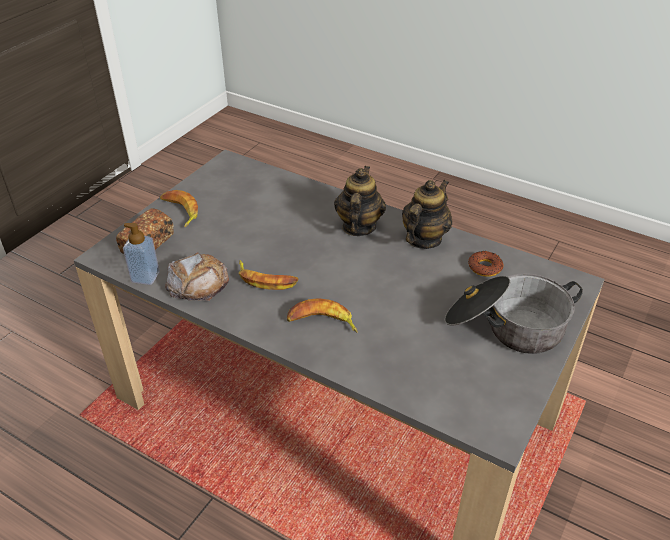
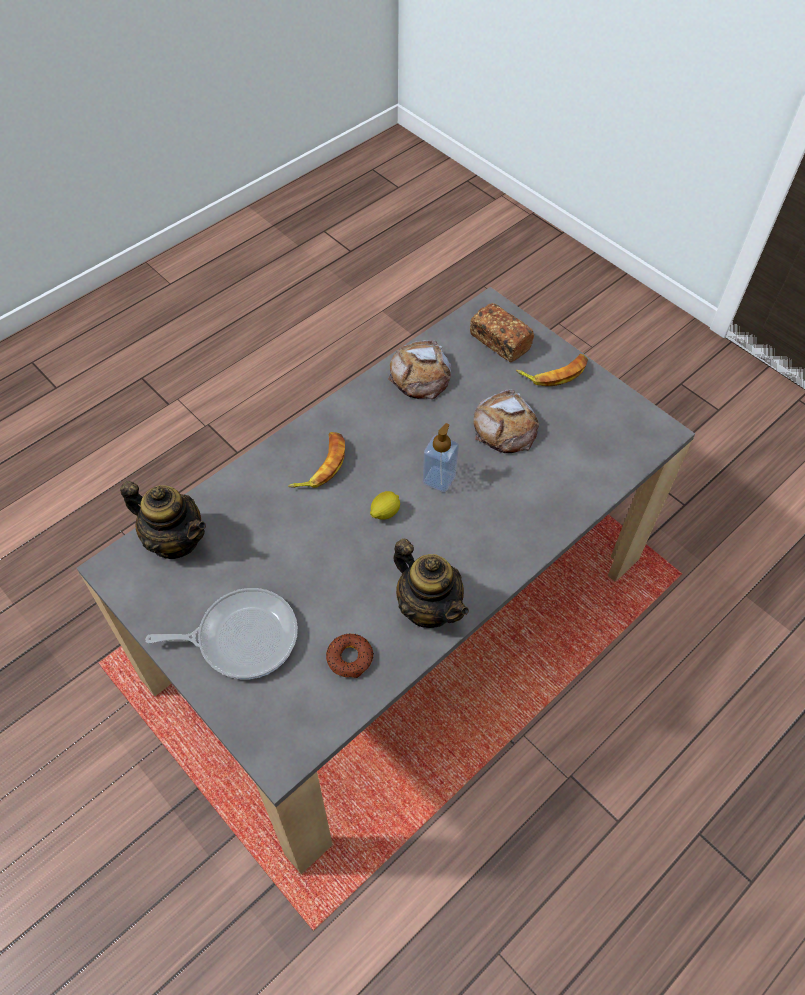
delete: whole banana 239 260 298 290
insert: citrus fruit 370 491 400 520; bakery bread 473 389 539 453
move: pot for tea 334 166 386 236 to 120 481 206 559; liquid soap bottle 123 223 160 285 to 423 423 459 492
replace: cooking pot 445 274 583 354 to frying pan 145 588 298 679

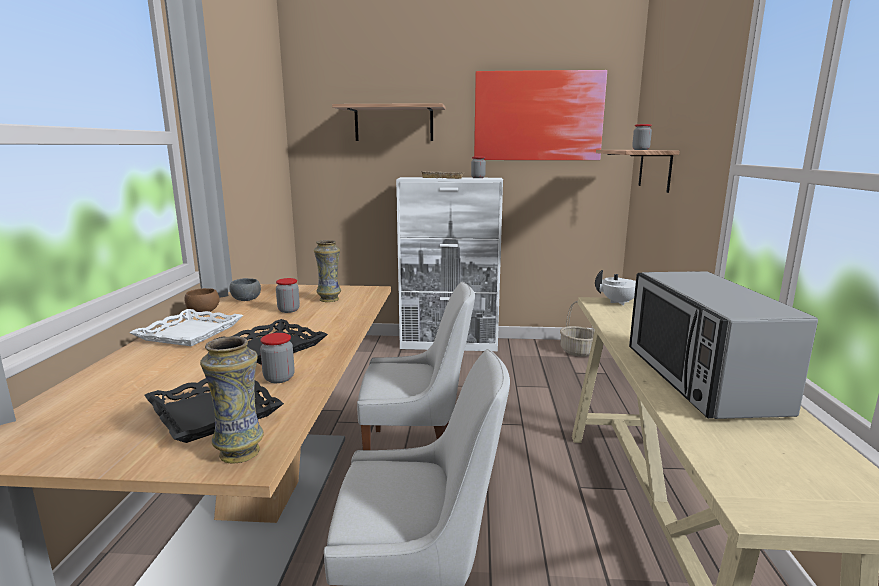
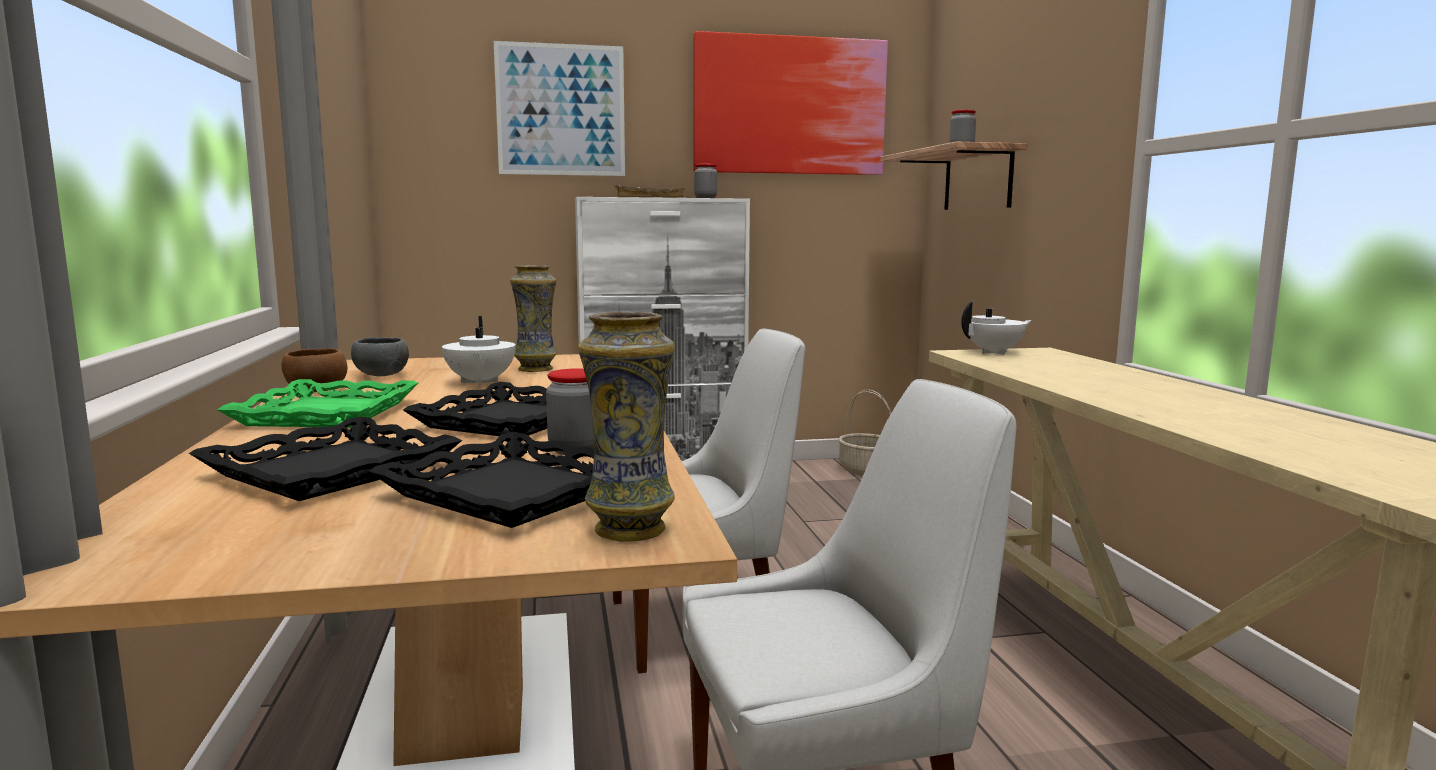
delete: kitchen microwave 629 271 818 419
insert: blackish serving tray 189 416 462 501
replace: preserve jar 276 278 300 313 to whitish pot for tea 442 316 516 386; wall shelf 332 103 445 141 to picture 494 41 625 176
recolor: whitish serving tray 129 309 243 346 to greenish serving tray 217 379 418 428

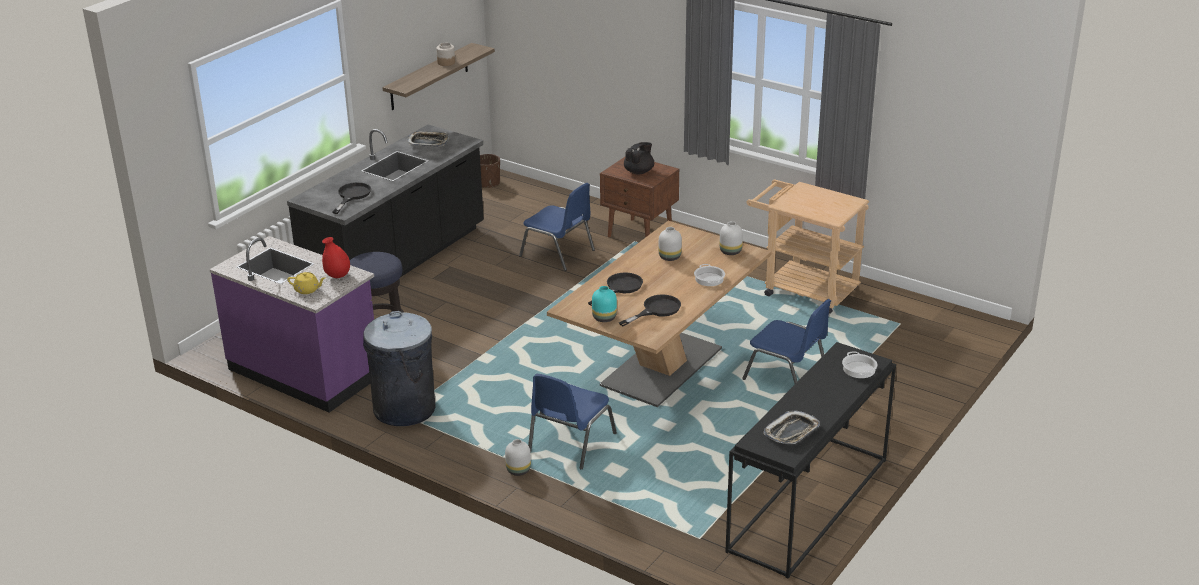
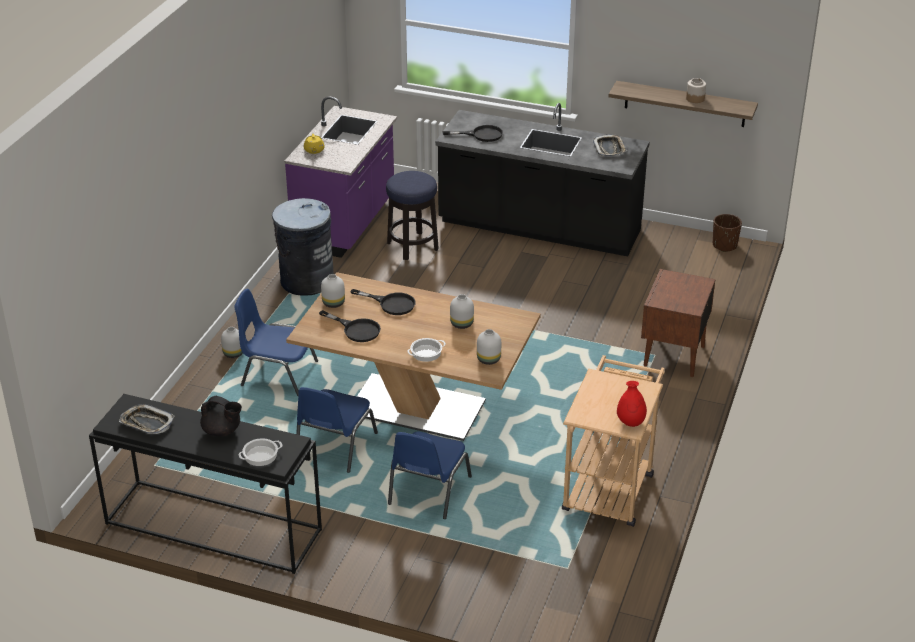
move: blackish pot for tea 624 142 654 175 to 200 396 242 437; bluish chair 519 183 595 271 to 296 387 378 473; red-coloured decorative vase 322 237 350 278 to 617 381 647 427
recolor: turquoise-coloured decorative vase 592 286 617 322 to whitish decorative vase 321 274 345 308

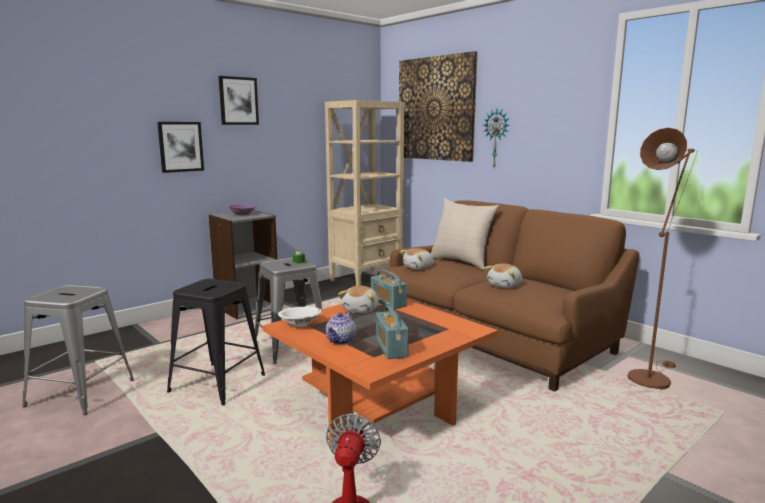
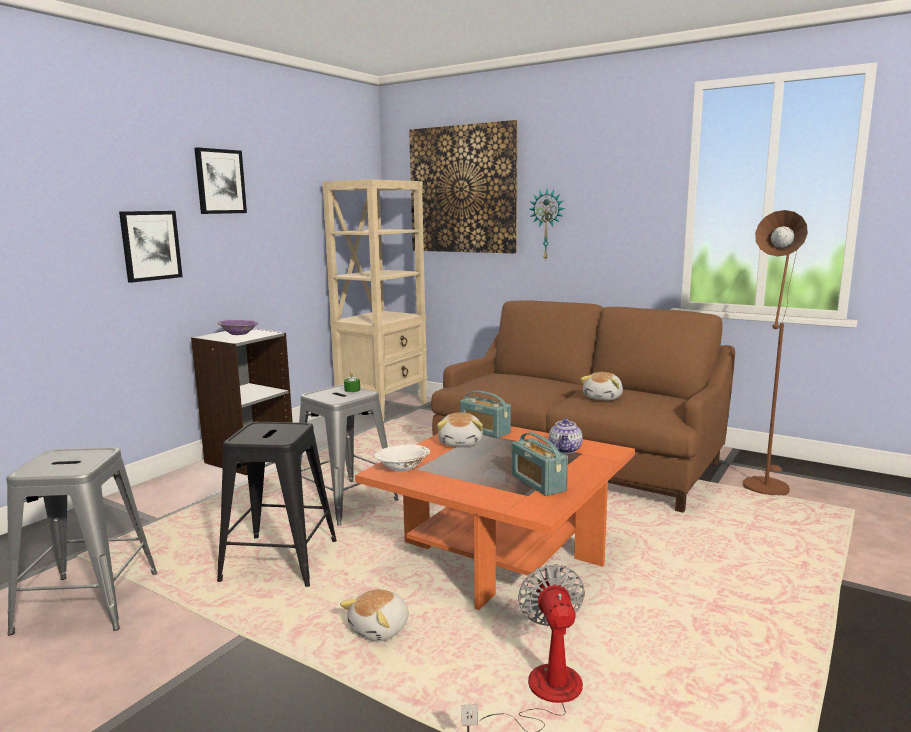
delete: sand-coloured pillow 431 198 499 270
move: soft toy 400 248 434 270 to 340 589 409 642; pot for tea 326 312 356 345 to 549 418 583 454

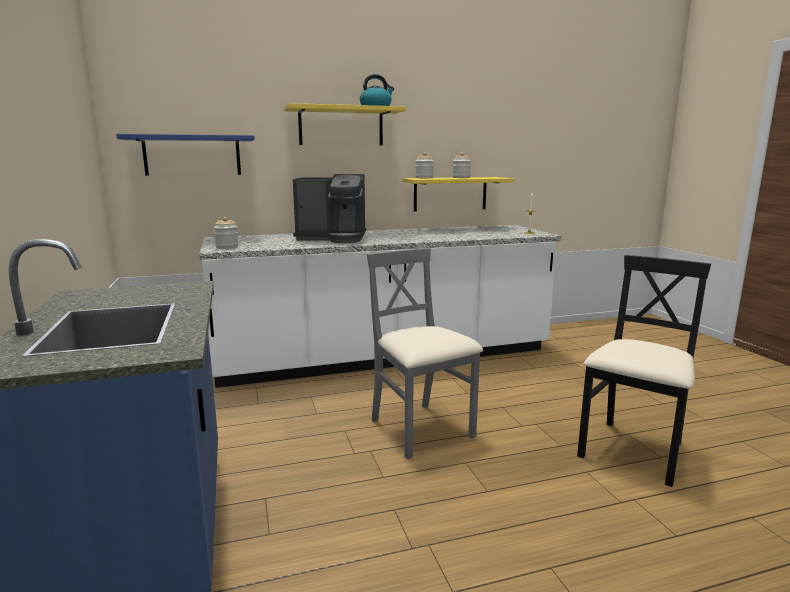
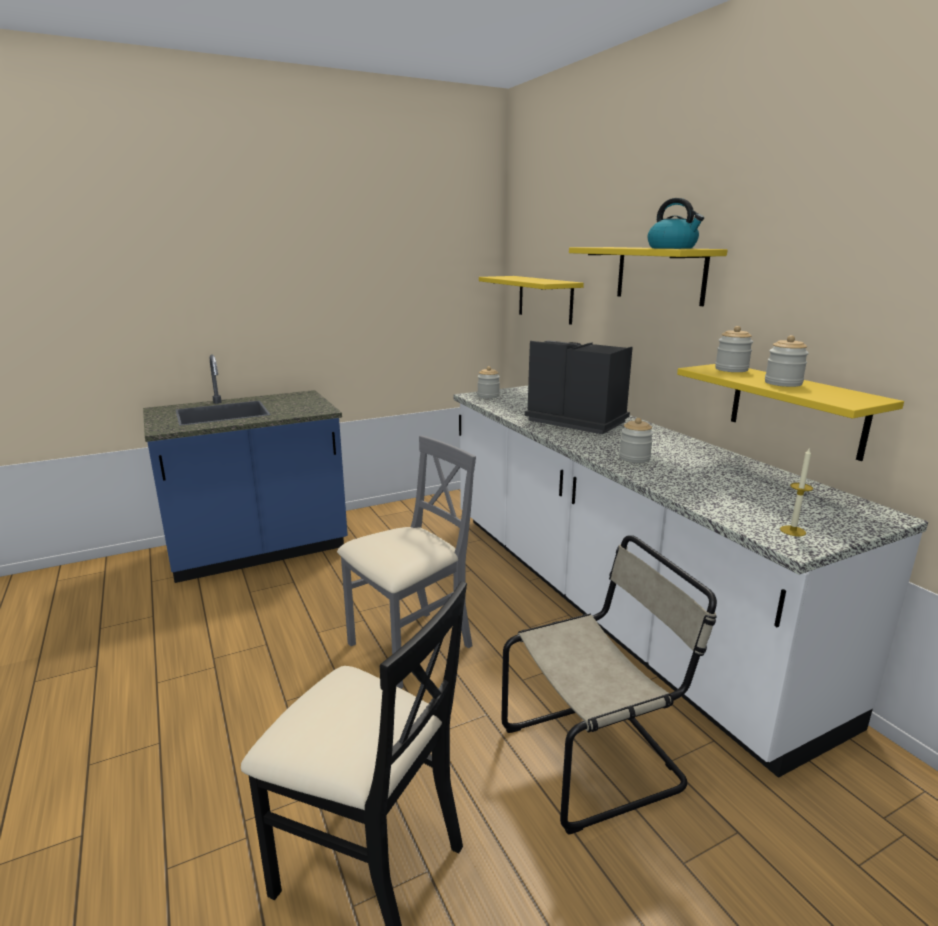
insert: sand-coloured chair 501 535 717 835; preserve jar 619 418 653 463
recolor: bluish wall shelf 116 134 255 176 to yellowish wall shelf 479 276 584 325
rotate: coffee maker 293 174 366 243 = 525 341 633 434 135 degrees clockwise

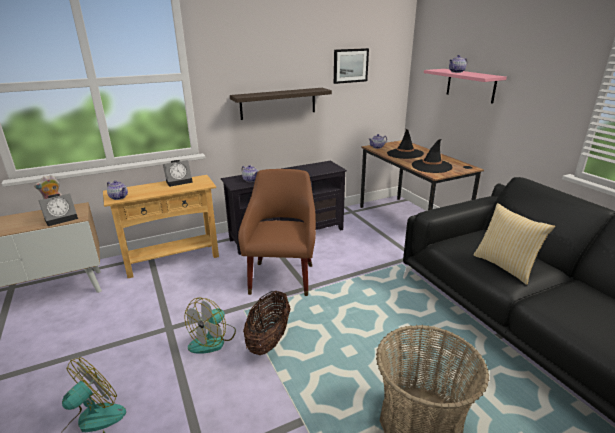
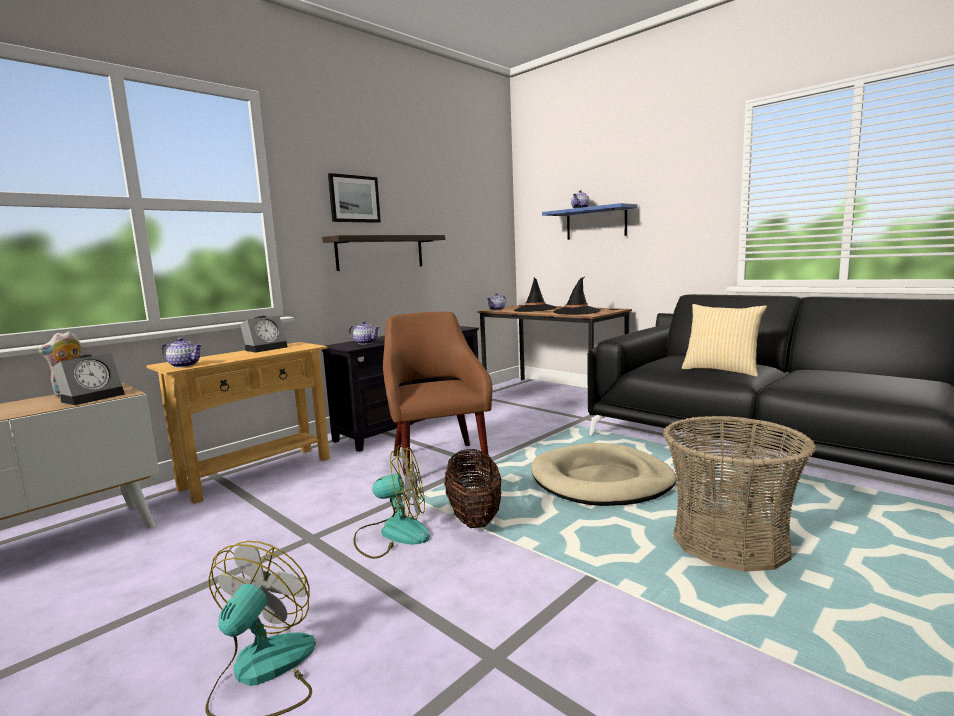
insert: sand-coloured pet bed 531 443 676 506
move: picture 334 48 369 84 to 328 173 381 223
recolor: pink wall shelf 424 69 507 104 to bluish wall shelf 542 203 638 240
rotate: fan 184 298 236 354 = 354 445 430 559 105 degrees counterclockwise

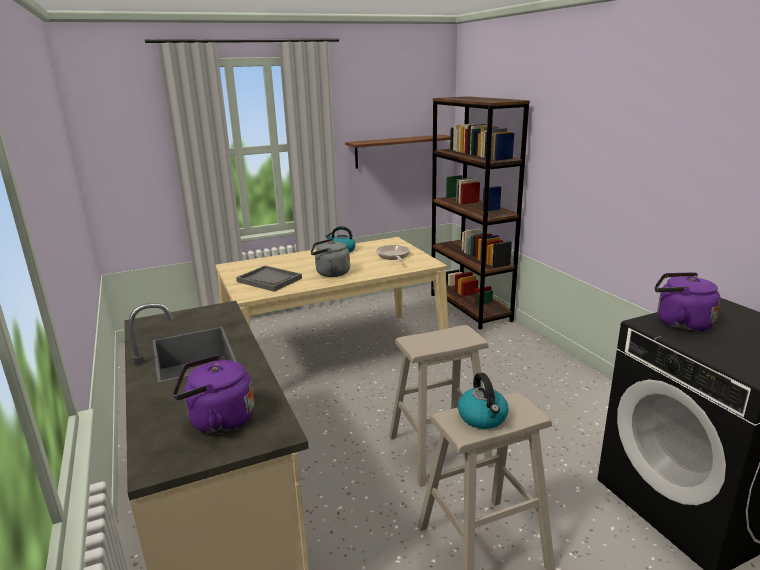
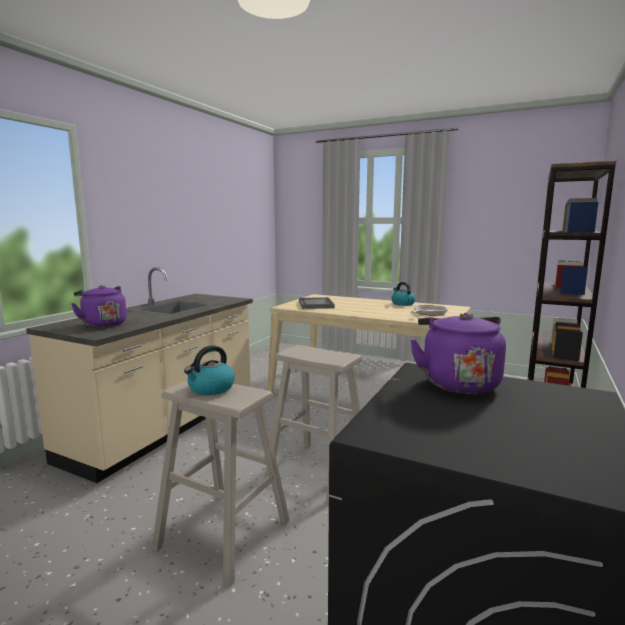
delete: greyish kettle 311 239 350 277; wall shelf 345 135 450 169

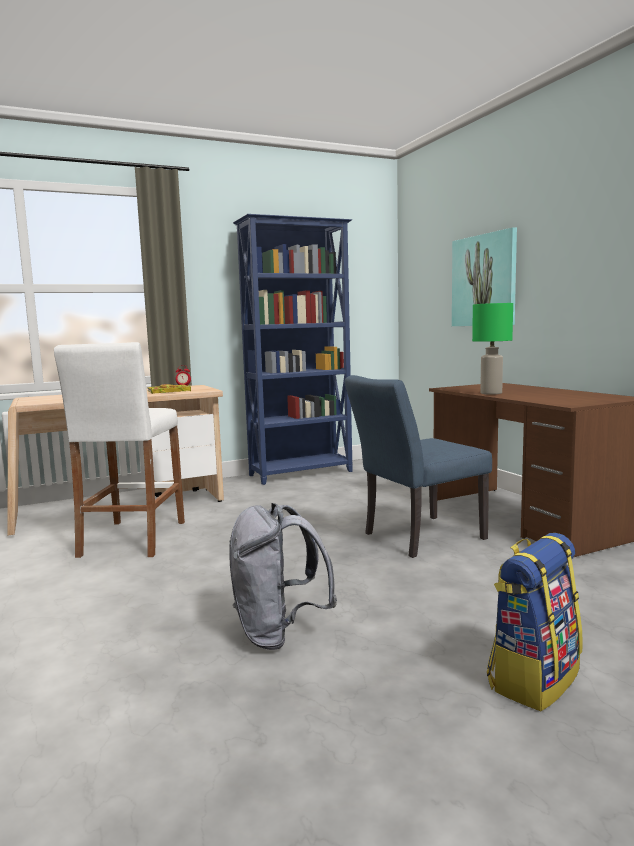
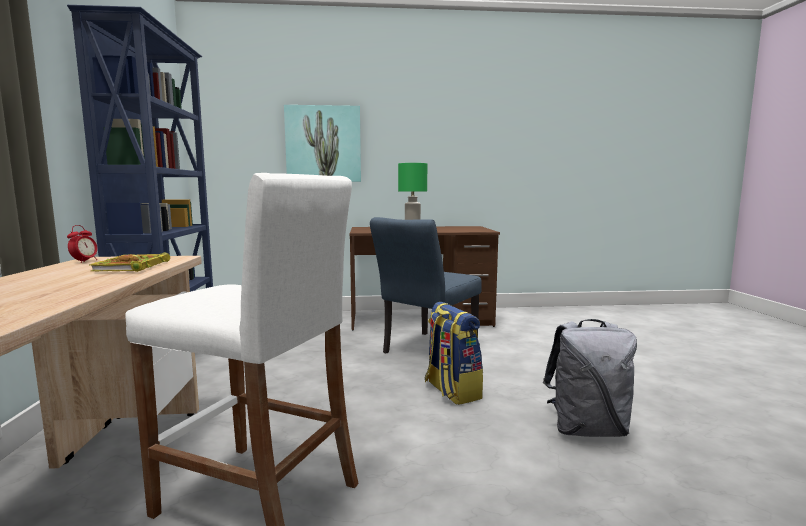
move: rucksack 487 533 583 711 to 425 302 483 405
rotate: bluish chair 345 375 492 558 = 370 217 482 354 45 degrees clockwise

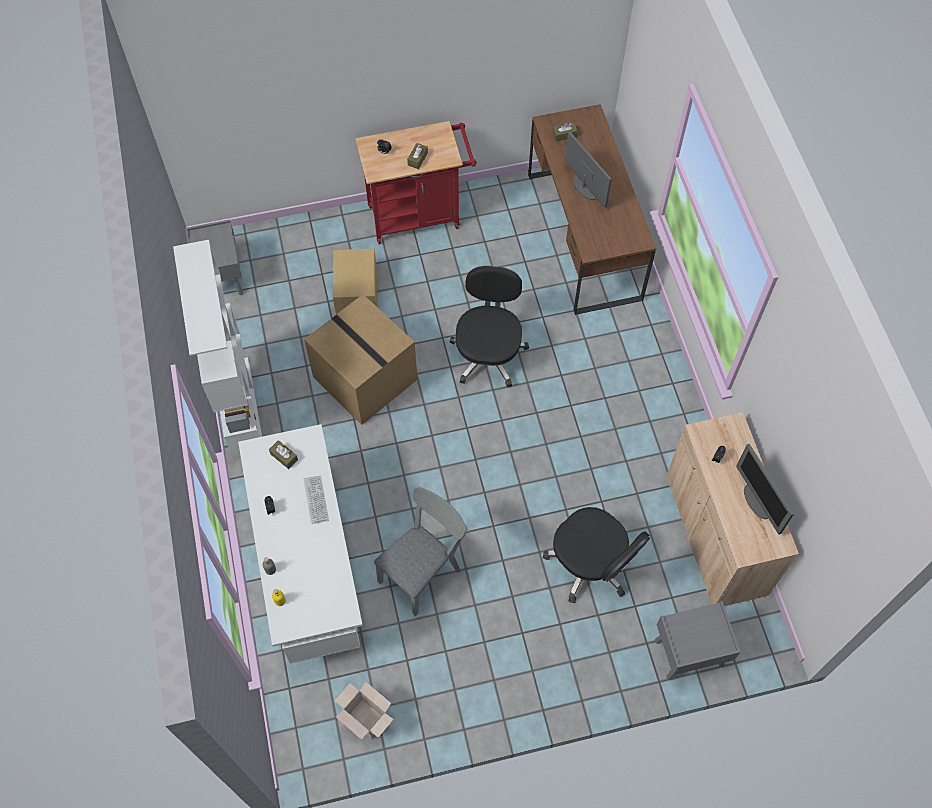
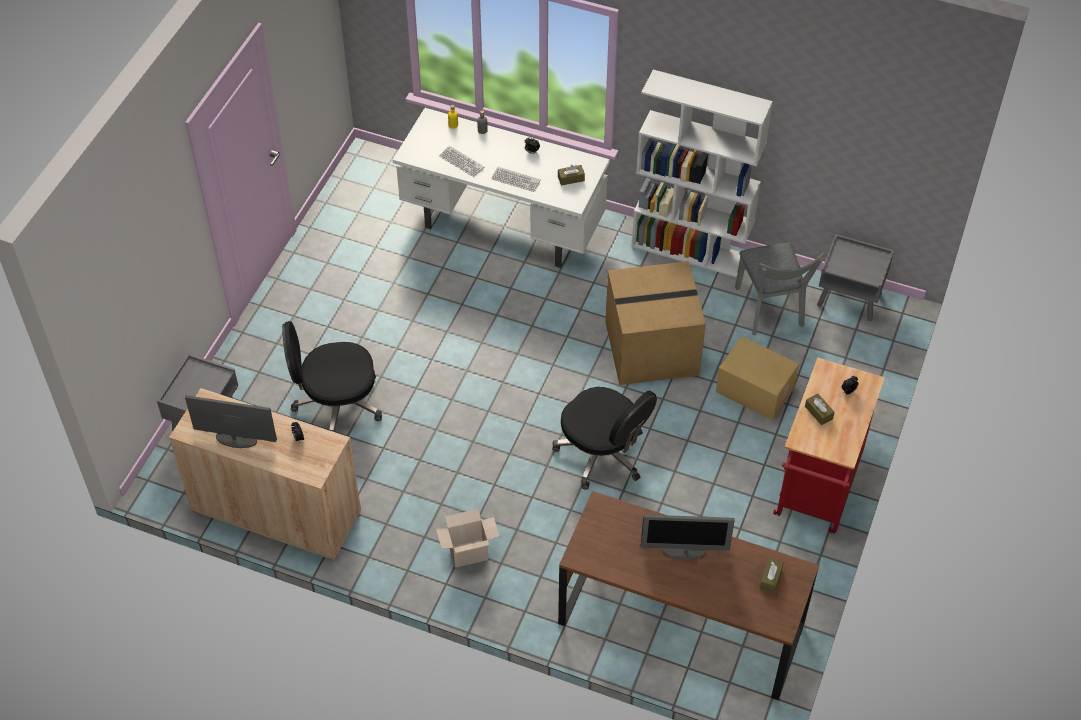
insert: keyboard 439 146 484 177
move: carton 335 682 394 739 to 436 509 500 568; greyish chair 374 486 467 616 to 735 243 825 335

